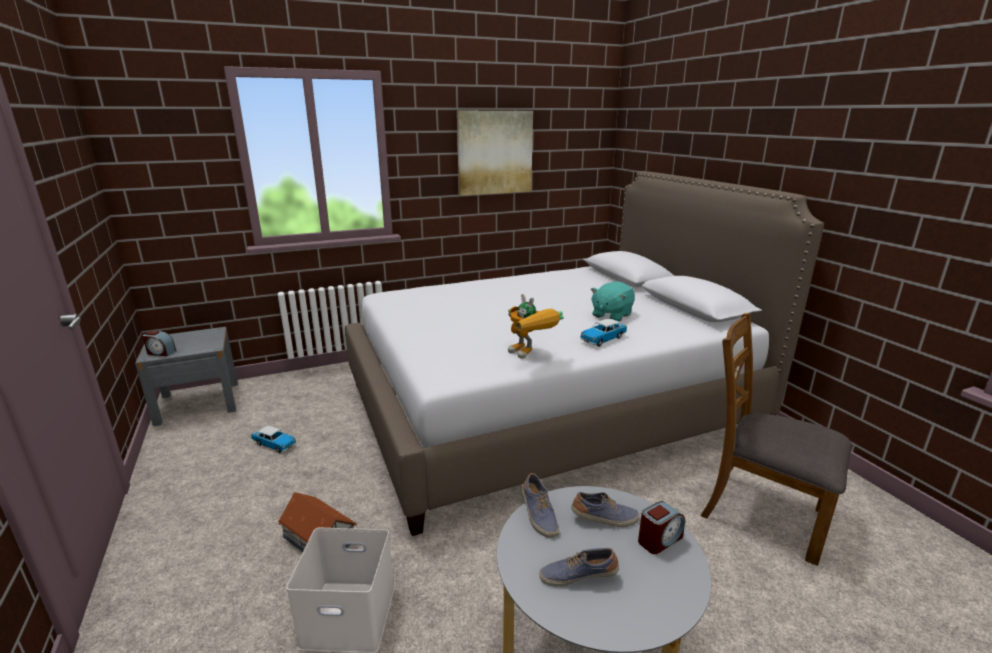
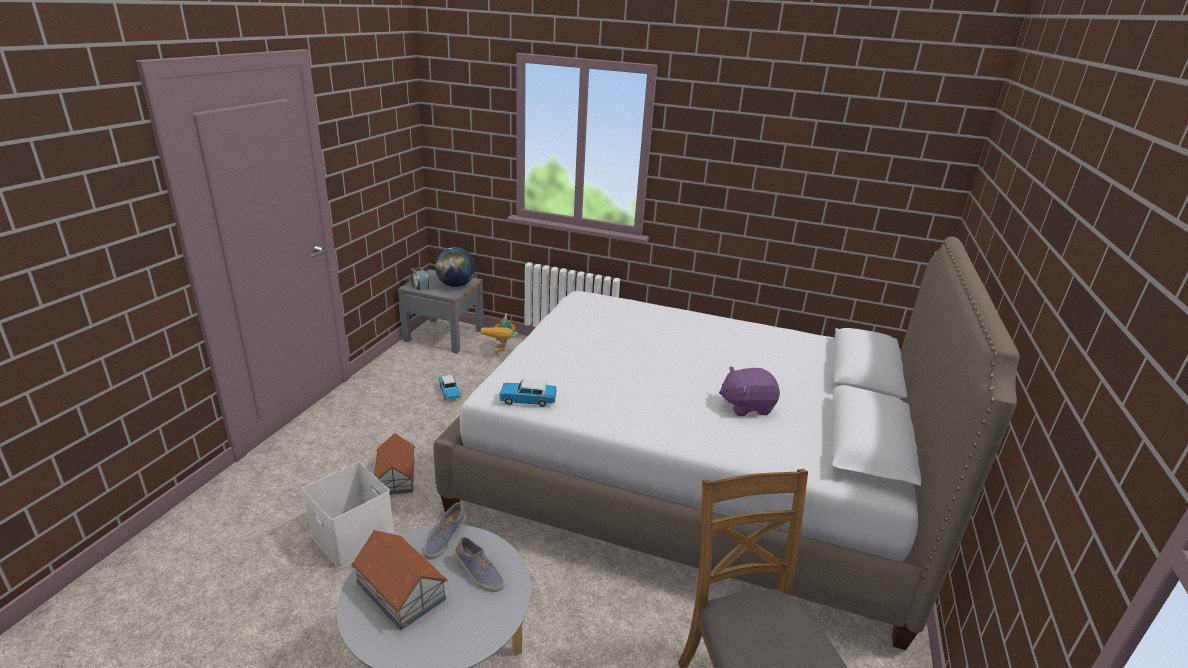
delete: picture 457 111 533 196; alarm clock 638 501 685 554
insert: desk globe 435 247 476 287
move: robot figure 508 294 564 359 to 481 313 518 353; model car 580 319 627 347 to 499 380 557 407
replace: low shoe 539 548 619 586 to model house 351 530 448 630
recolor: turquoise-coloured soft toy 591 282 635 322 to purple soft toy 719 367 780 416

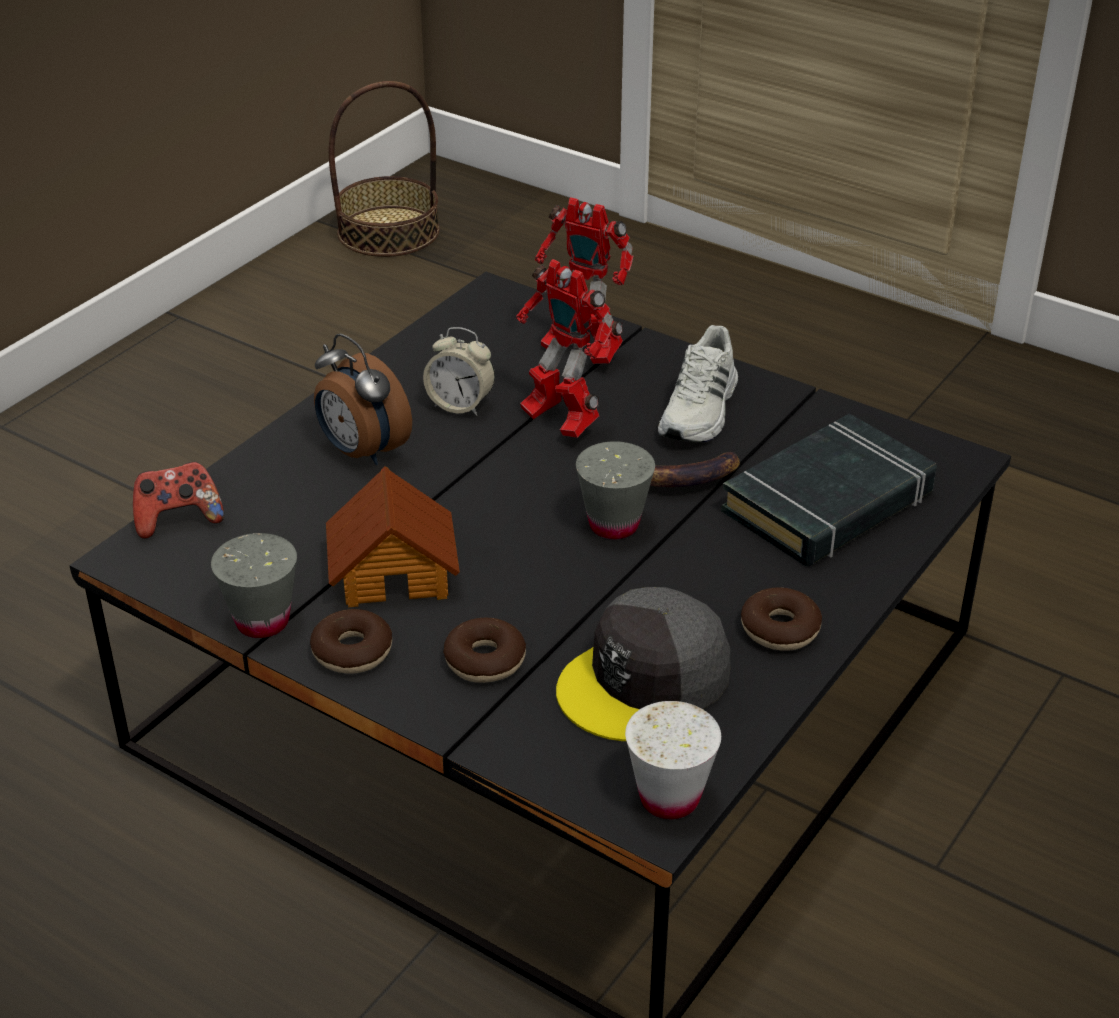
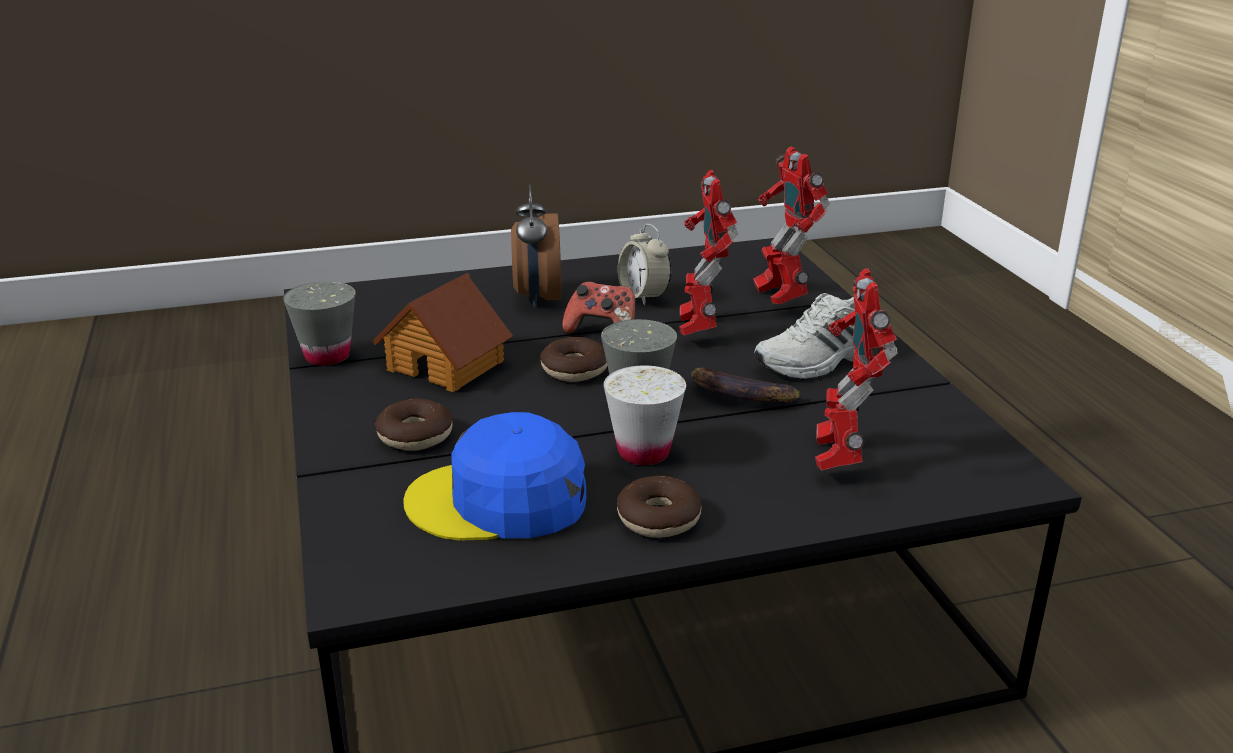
delete: basket 329 81 439 257
move: donut 310 609 392 673 to 540 337 607 382; gamepad 133 462 224 539 to 562 281 636 334; whitish small cup 625 701 721 819 to 603 366 686 465
replace: blackish volume 721 413 937 566 to robot figure 815 268 898 471
recolor: greyish baseball cap 556 587 730 741 to bluish baseball cap 403 412 586 541

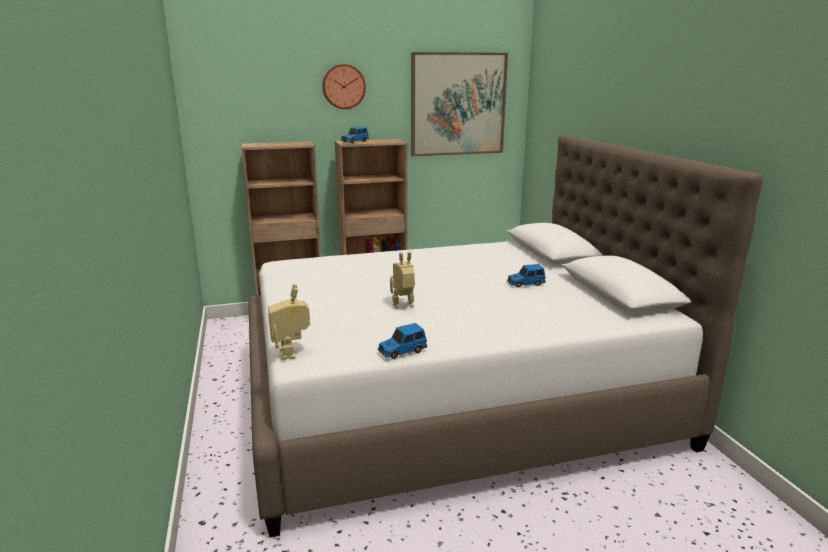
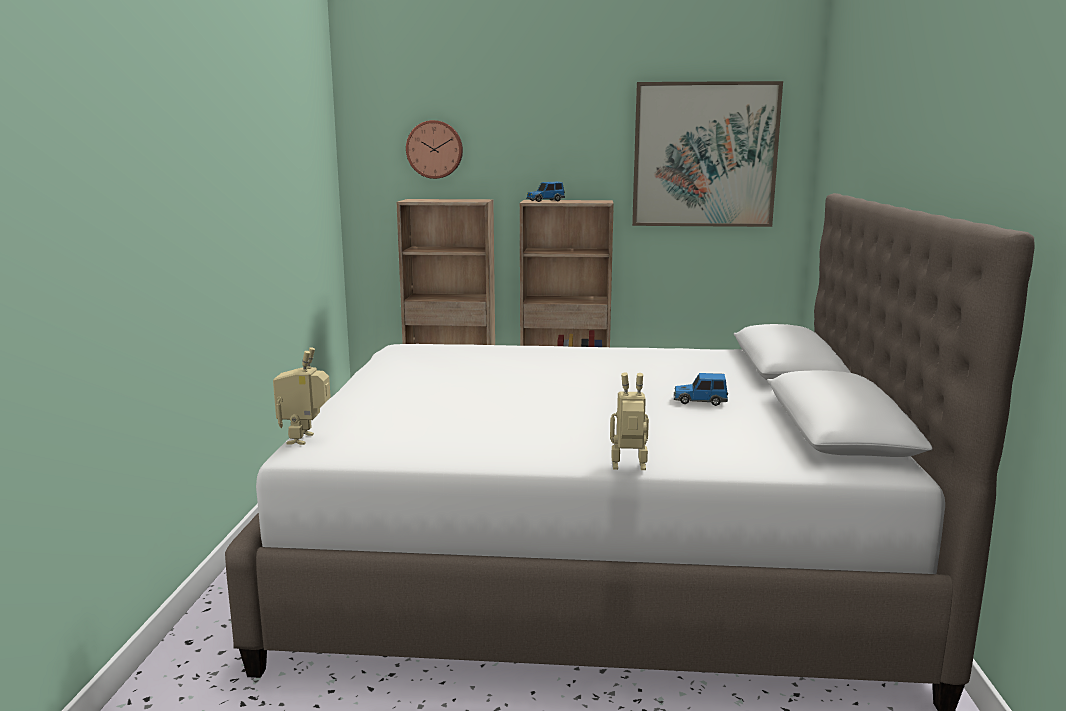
delete: model car 378 323 427 359
move: hanging clock 322 64 366 109 to 406 120 463 179; robot figure 390 251 415 309 to 610 372 649 470

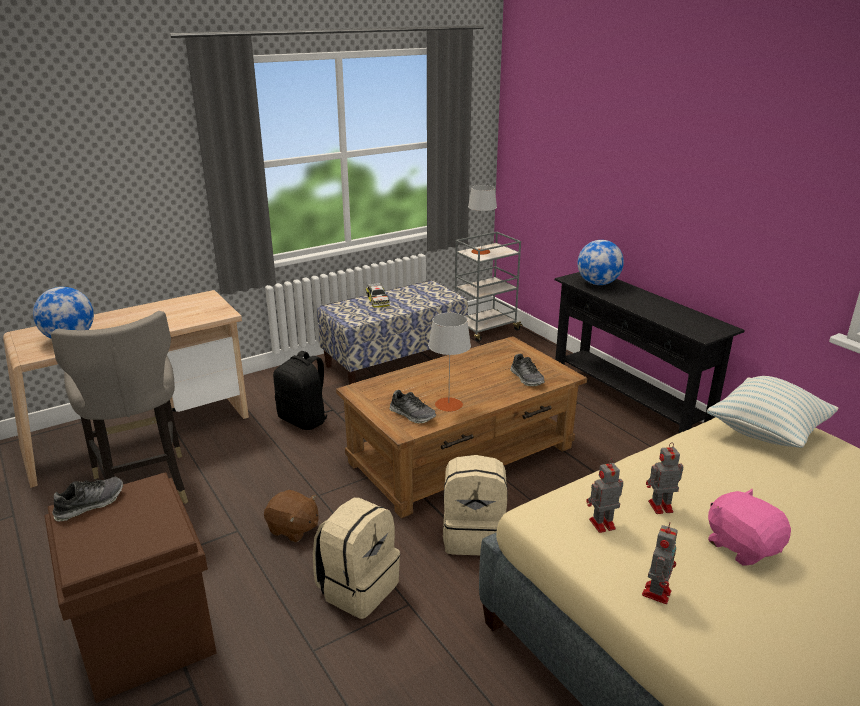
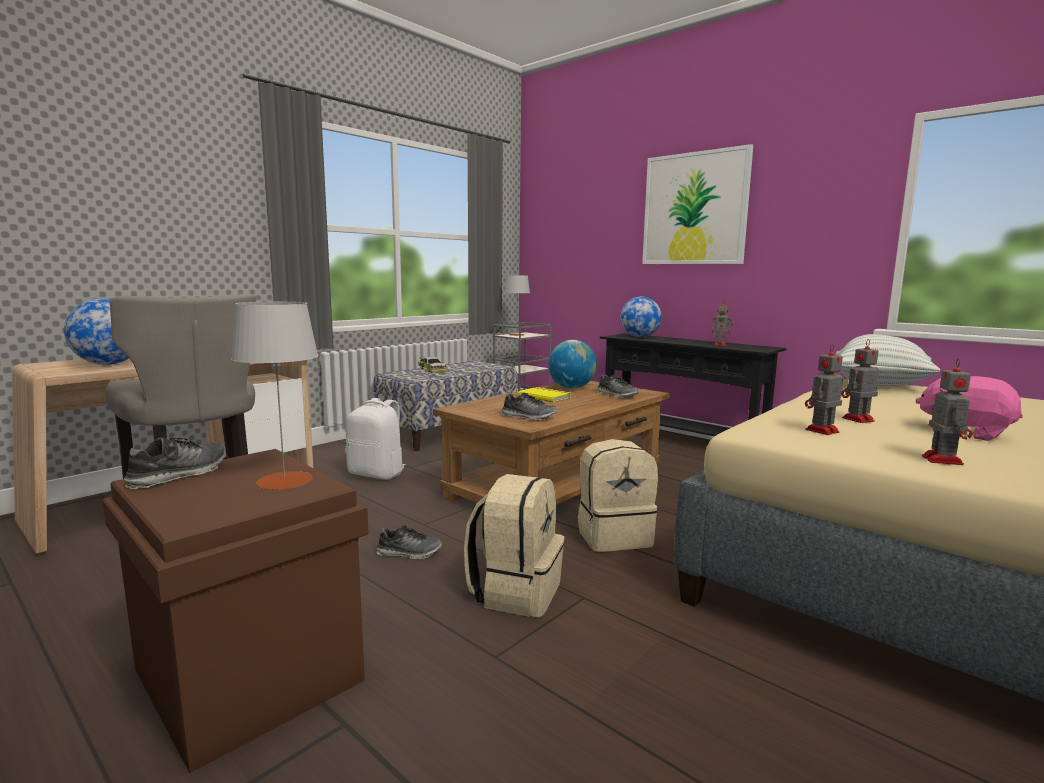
insert: yellowish volume 517 387 571 402; desk globe 548 340 597 389; picture 642 144 753 264; robot figure 712 303 733 346
move: greyish table lamp 428 313 471 412 to 231 302 318 490
replace: brownish soft toy 264 490 318 542 to low shoe 376 525 442 559
recolor: blackish rucksack 273 351 333 430 to whitish rucksack 345 398 406 480

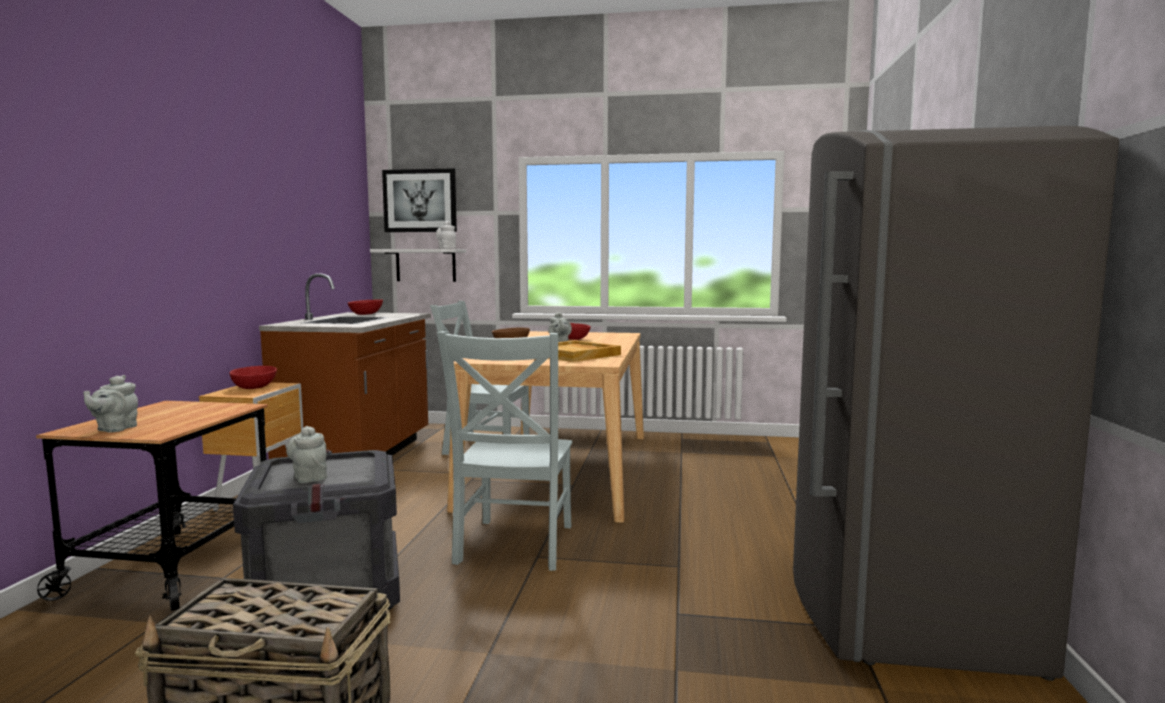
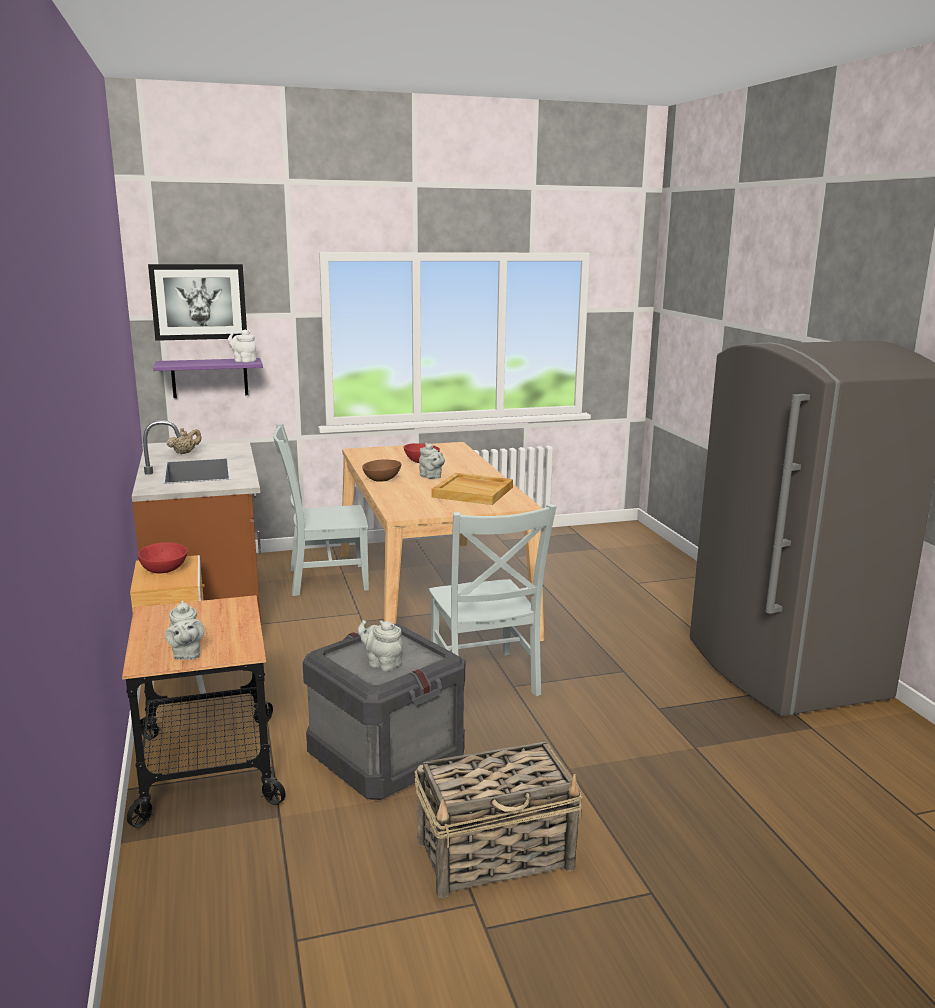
replace: red-coloured bowl 348 299 383 315 to sand-coloured pot for tea 167 428 202 454
recolor: whitish wall shelf 370 249 467 282 to purple wall shelf 153 358 263 398

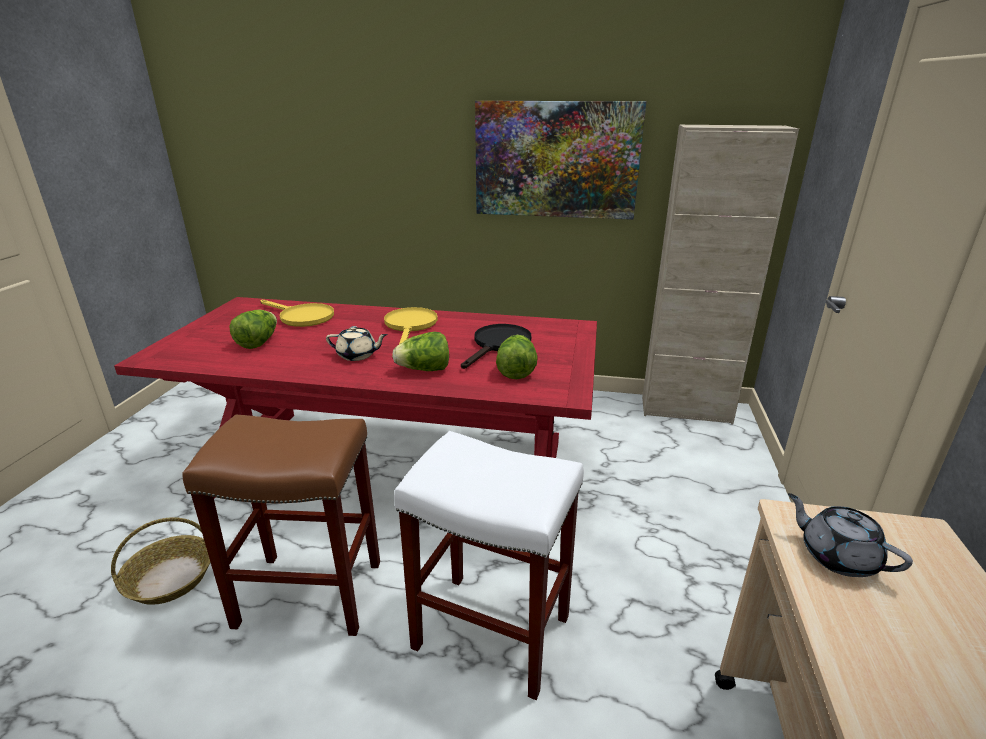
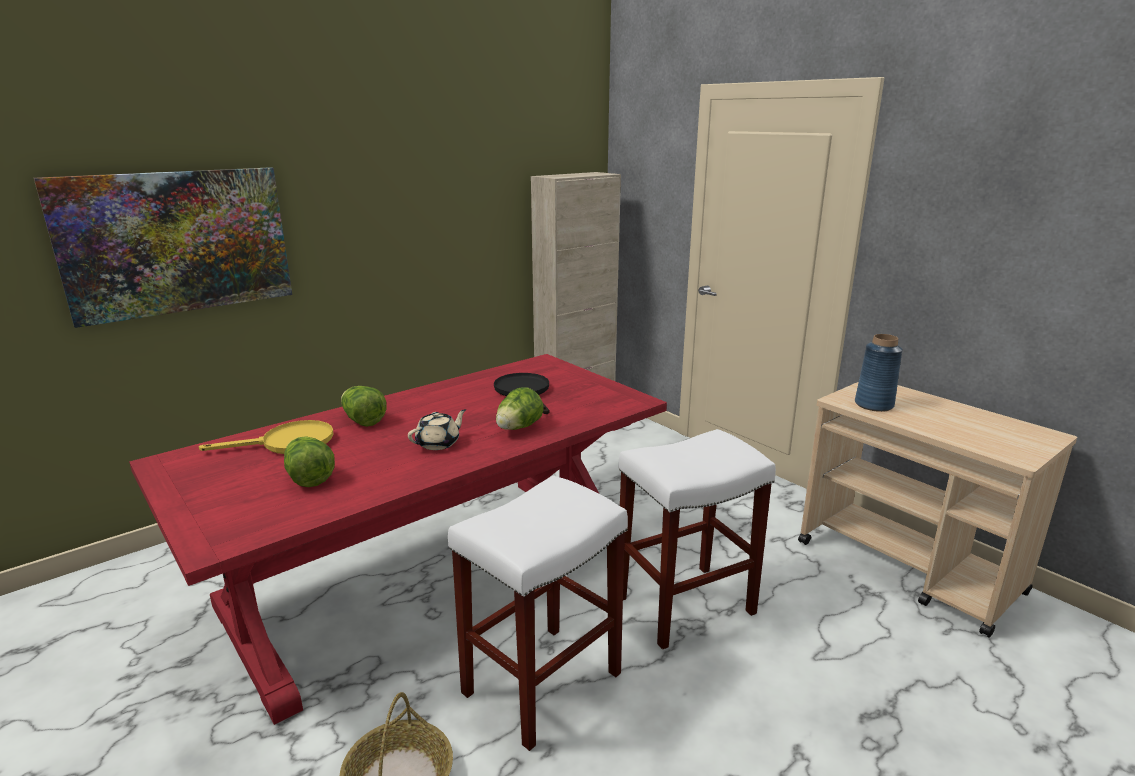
delete: yellowish frying pan 384 307 438 344
move: picture 475 101 646 220 to 34 167 292 328; lettuce 496 335 538 379 to 341 386 387 427
replace: greyish pot for tea 788 493 913 577 to bluish decorative vase 855 334 903 412
recolor: brownish stool seat 182 415 380 636 to whitish stool seat 448 475 628 751

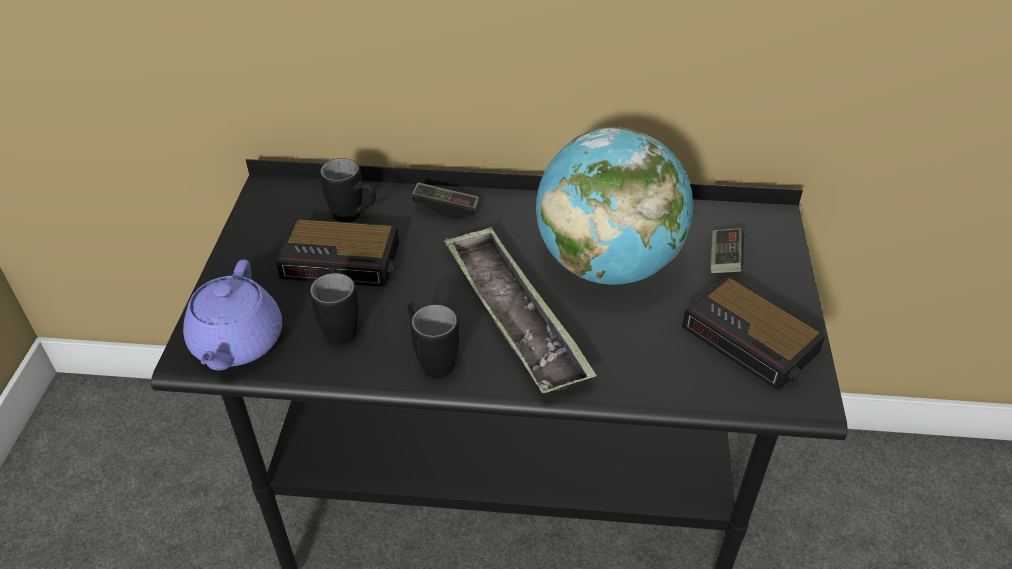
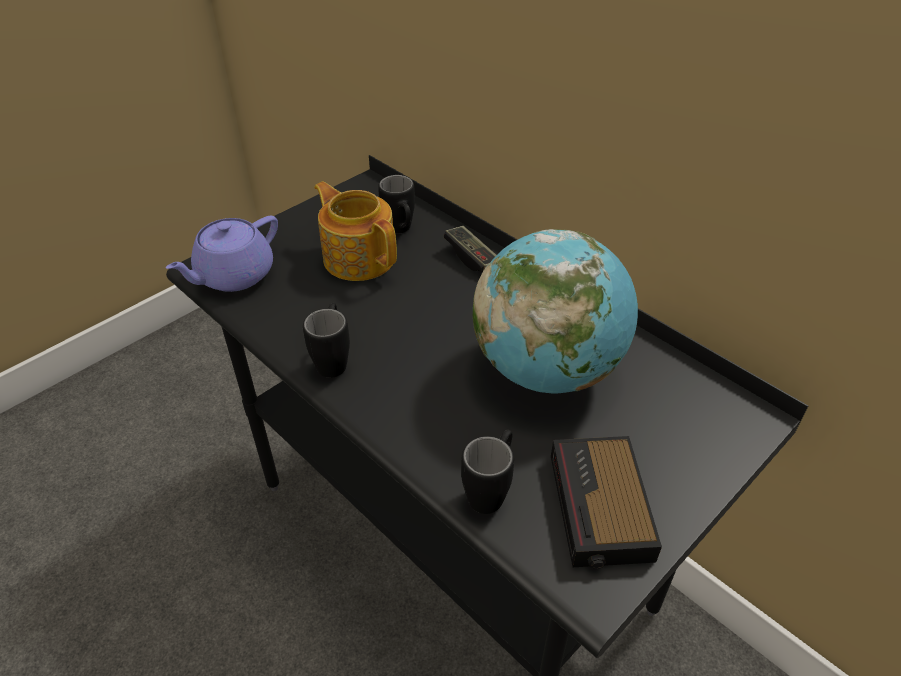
delete: serving tray 444 227 597 393; gamepad 710 228 744 273
move: blackish coffee mug 309 267 359 345 to 461 429 514 514
replace: alarm clock 276 218 399 287 to pot for tea 314 181 397 281

